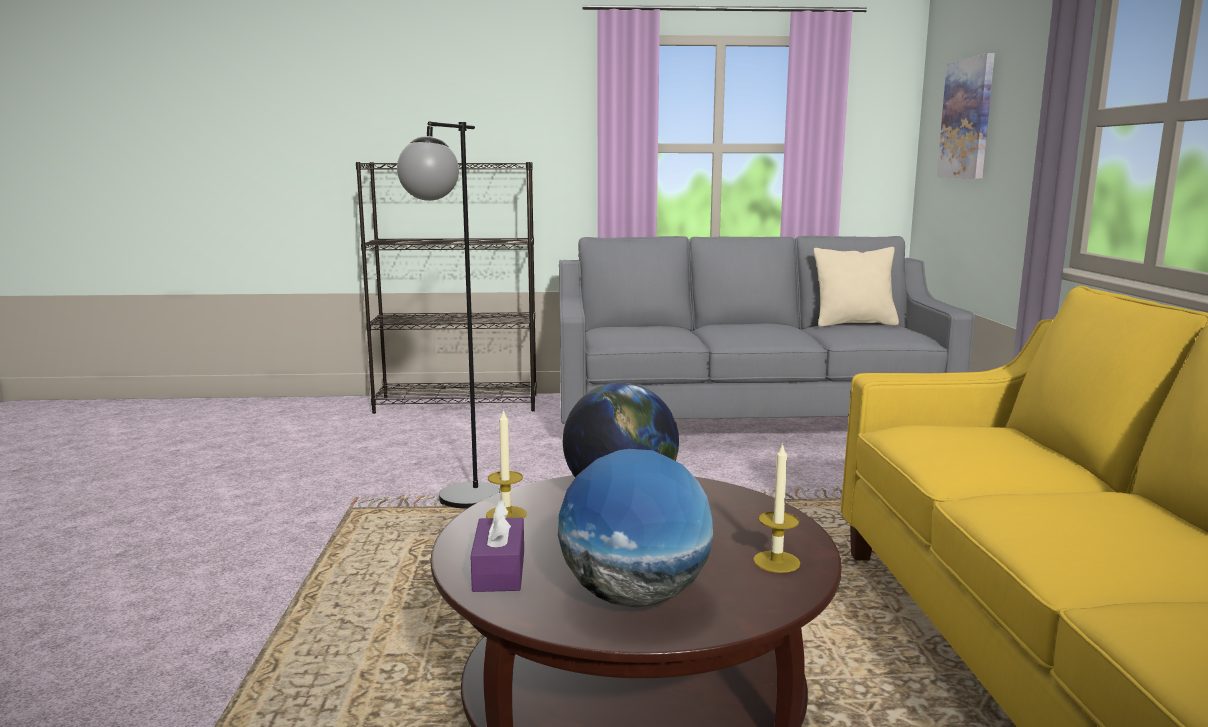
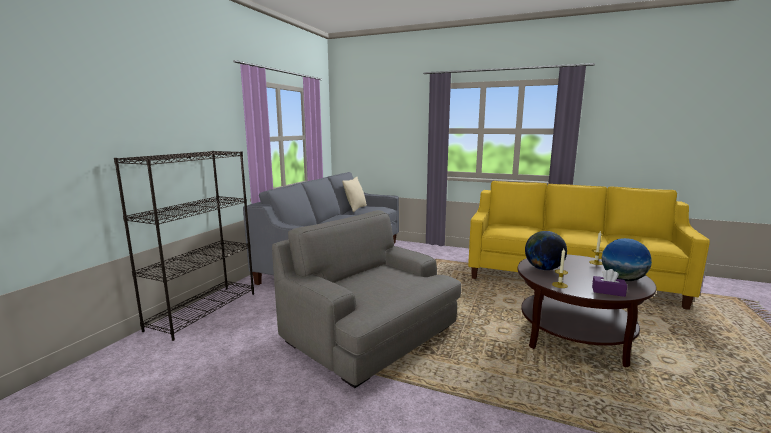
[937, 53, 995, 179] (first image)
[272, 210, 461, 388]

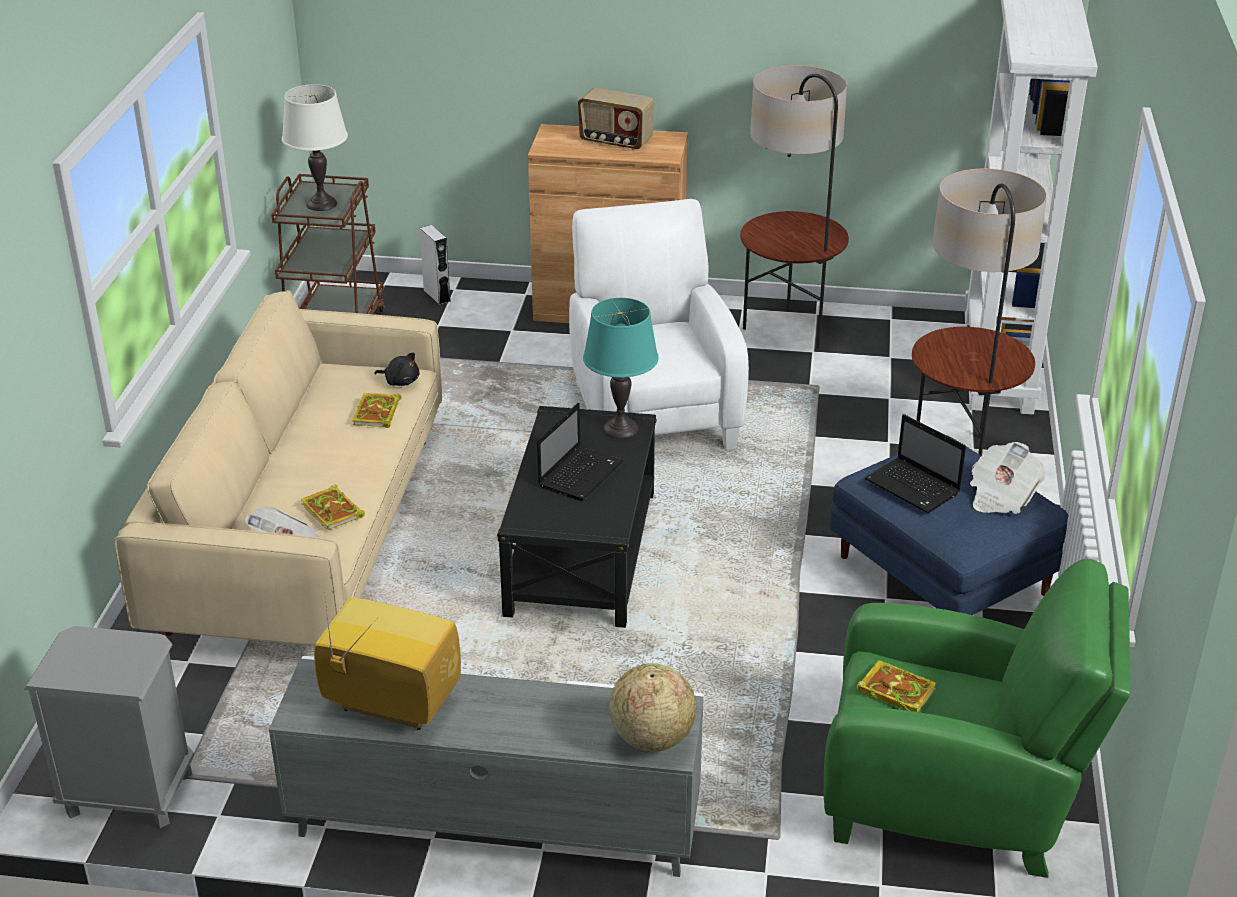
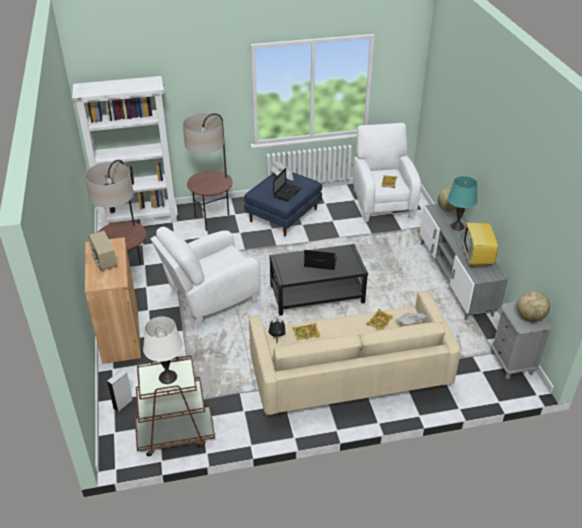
[517, 291, 550, 322]
[447, 176, 478, 231]
[353, 123, 421, 222]
[88, 231, 117, 271]

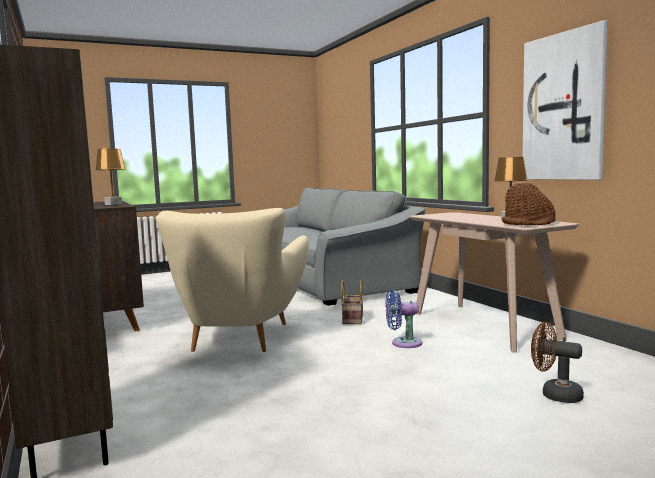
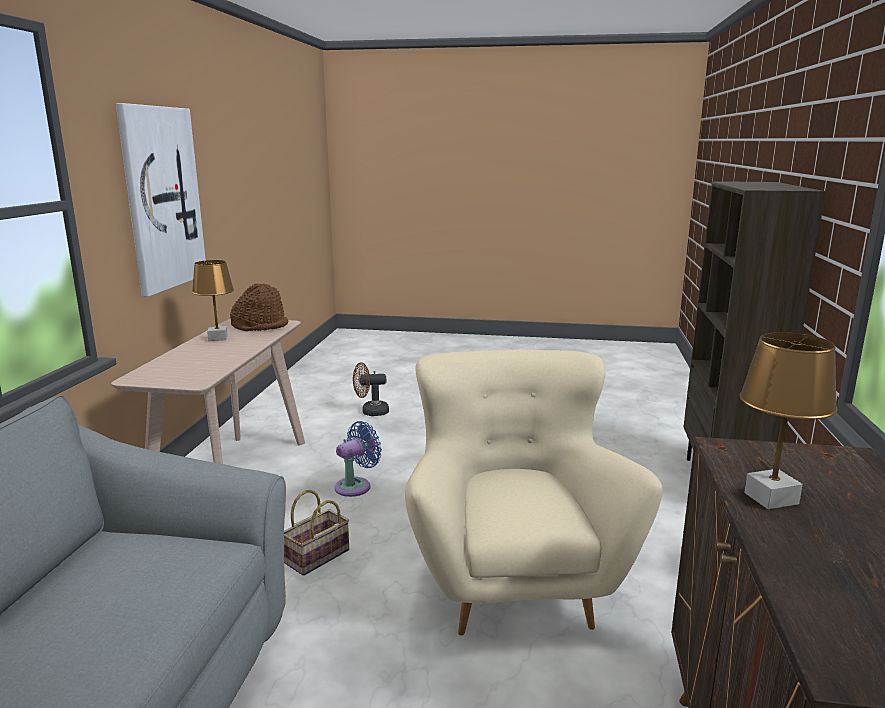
[405, 350, 663, 635]
[334, 421, 382, 497]
[353, 362, 389, 416]

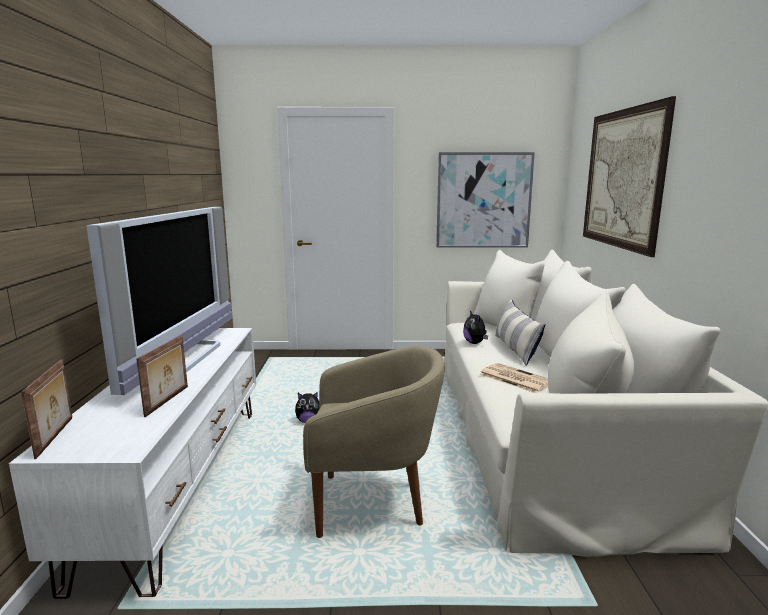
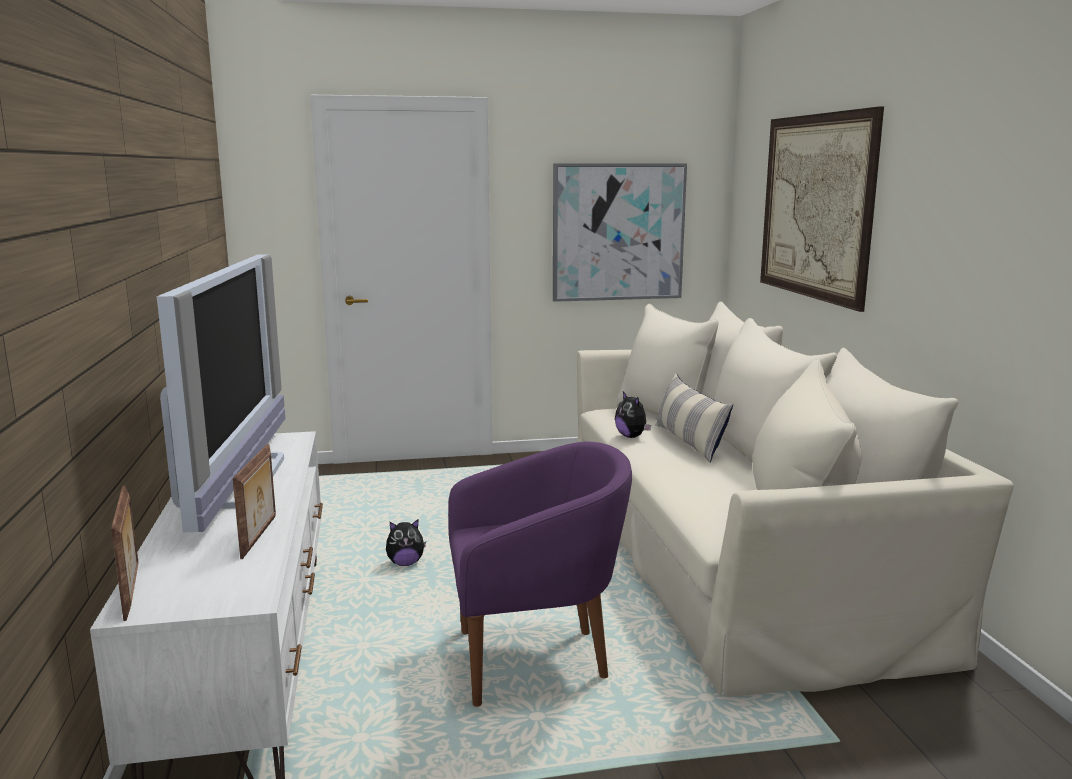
[479, 363, 548, 393] (first image)
[448, 442, 632, 707]

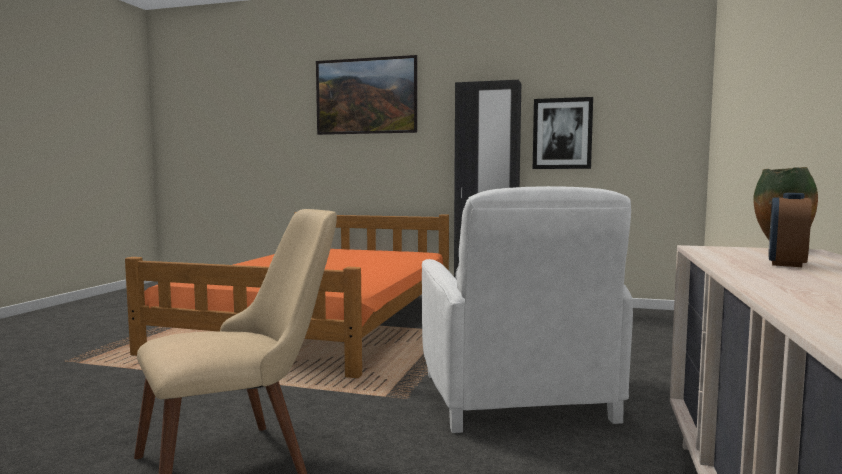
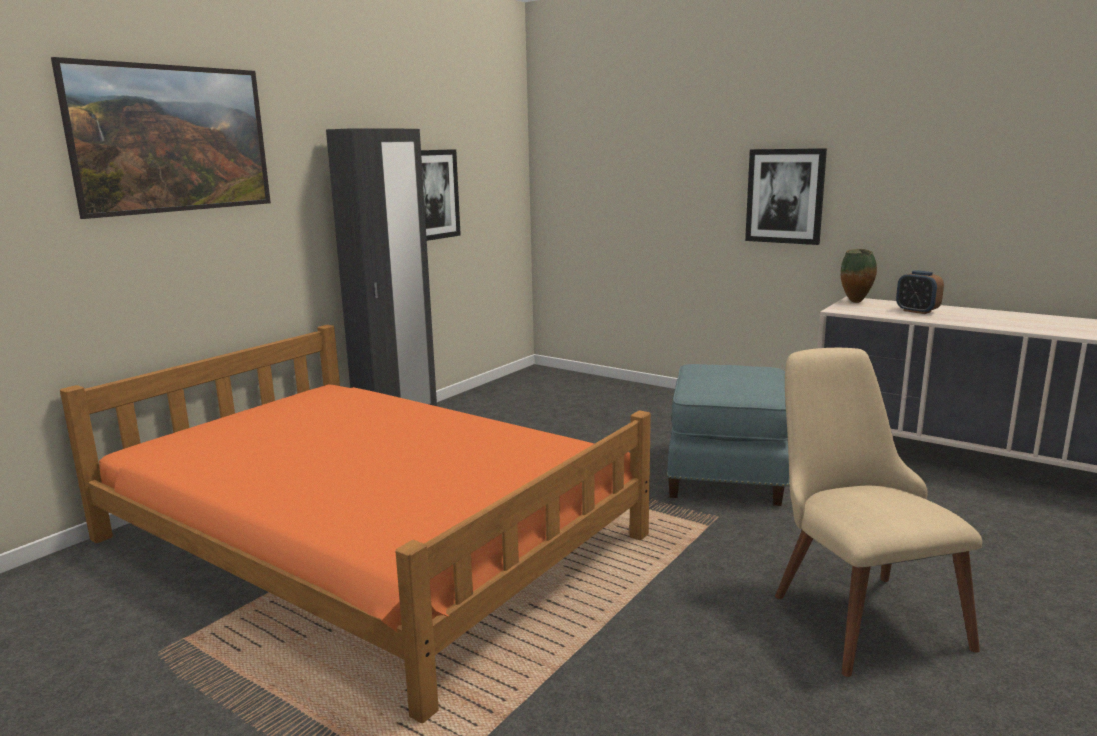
[745, 148, 827, 245]
[667, 364, 789, 506]

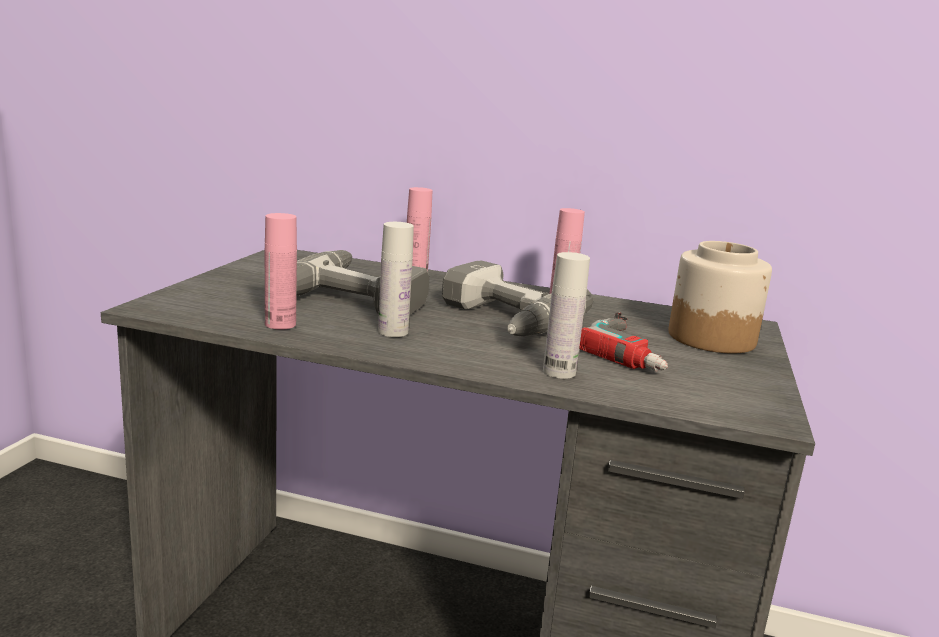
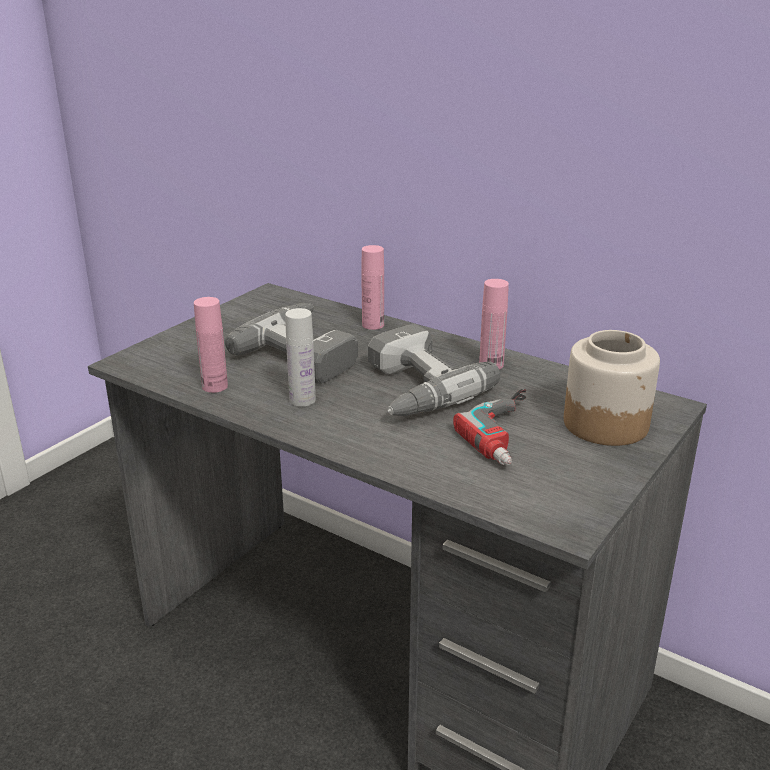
[543, 252, 590, 379] (first image)

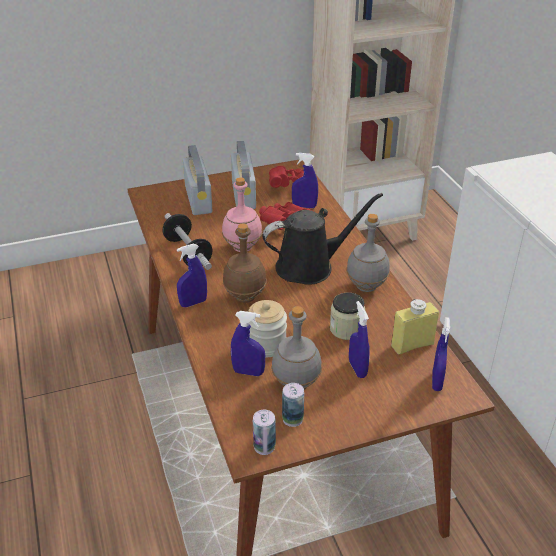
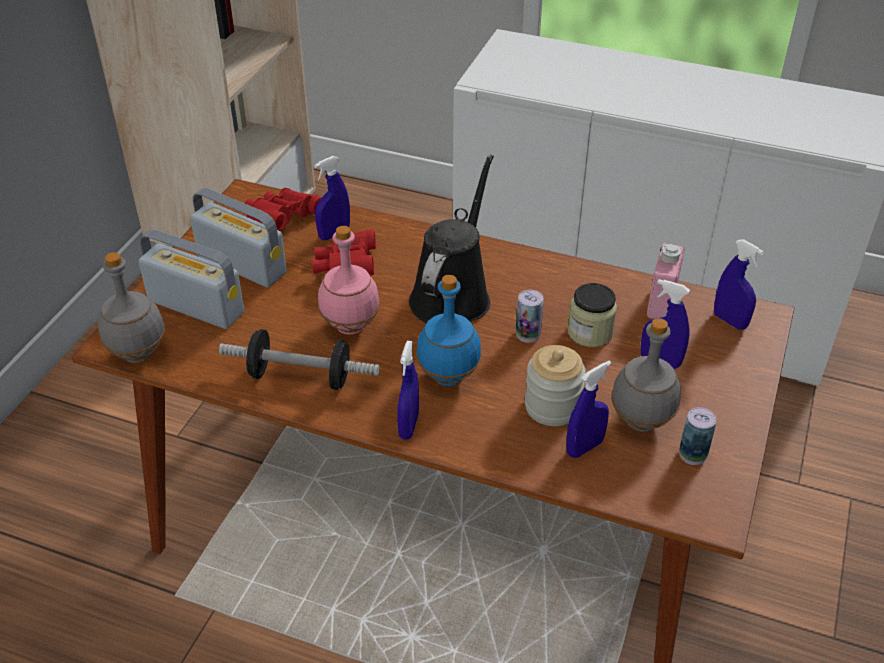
[516, 290, 544, 343]
[98, 252, 165, 363]
[416, 275, 481, 386]
[647, 243, 684, 319]

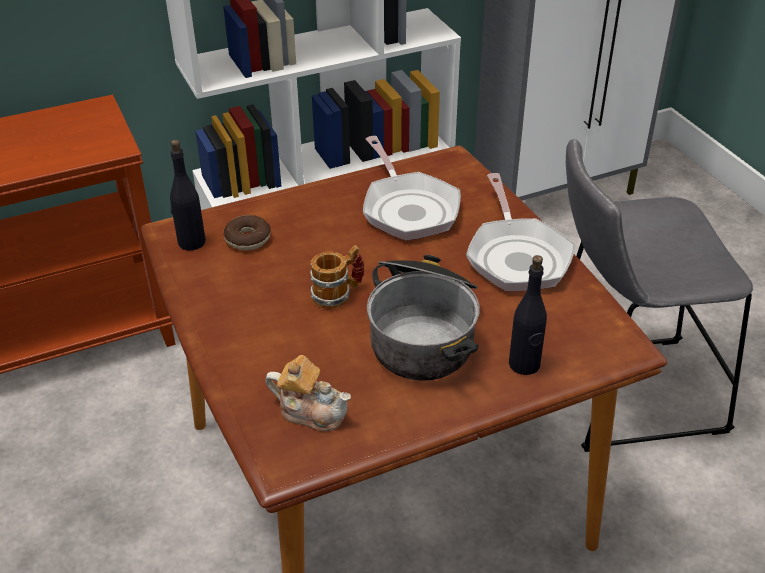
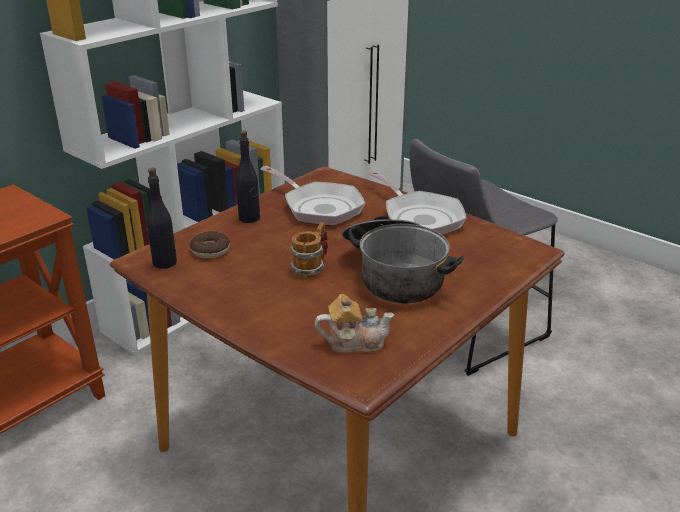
[236, 130, 260, 223]

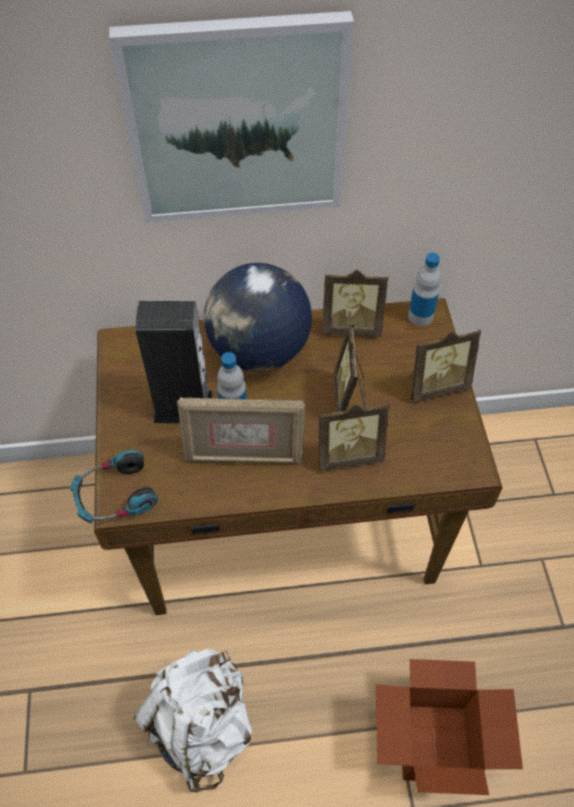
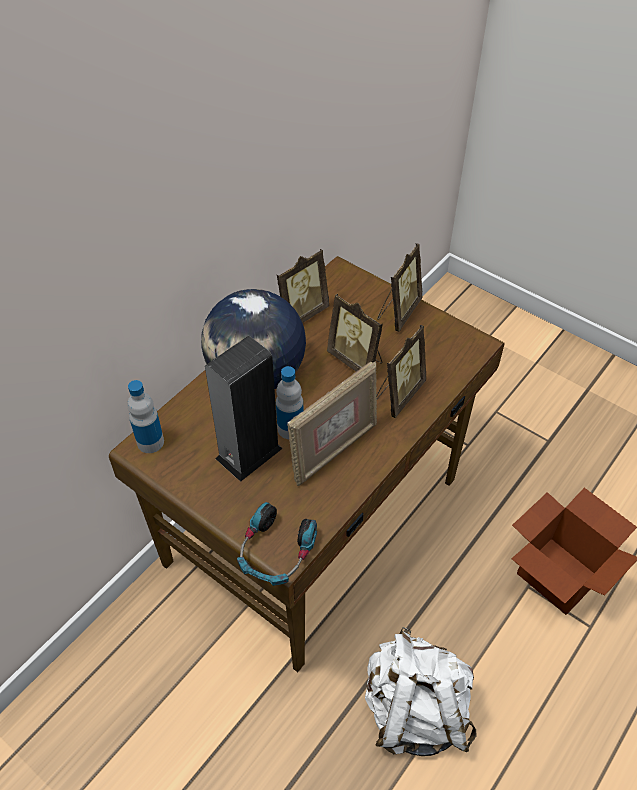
[109, 11, 354, 223] (first image)
[128, 380, 164, 453]

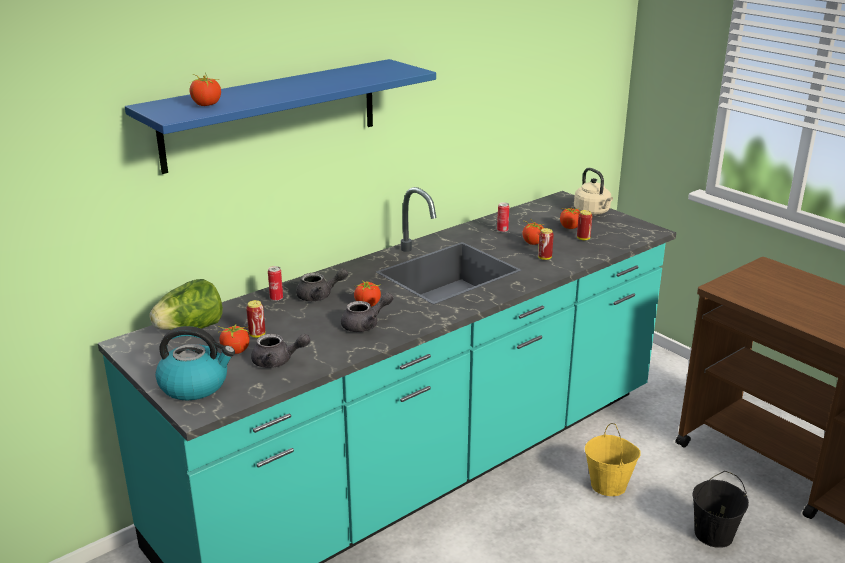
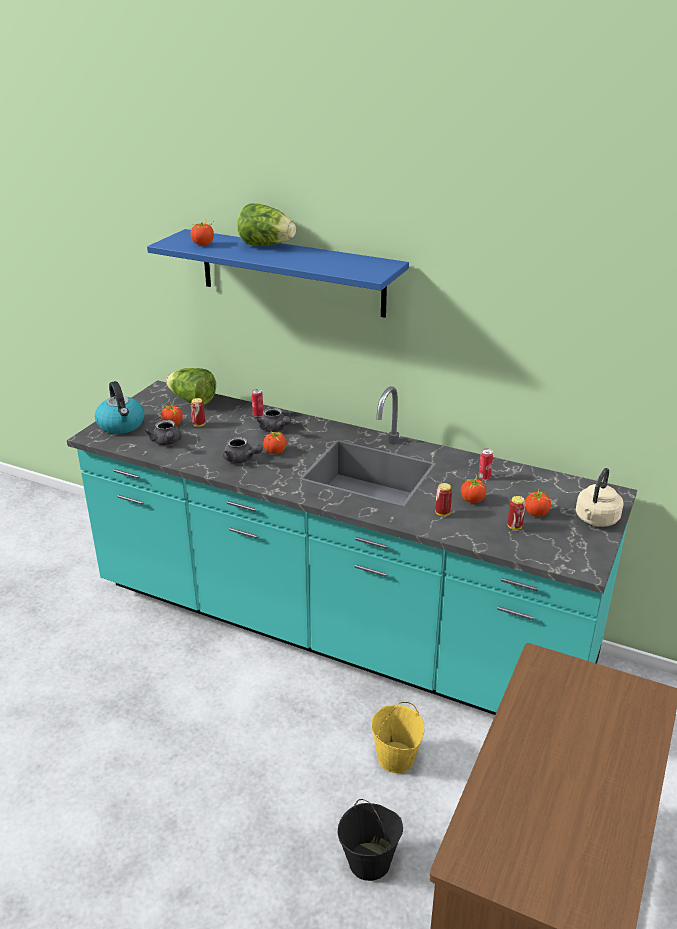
[237, 203, 296, 246]

